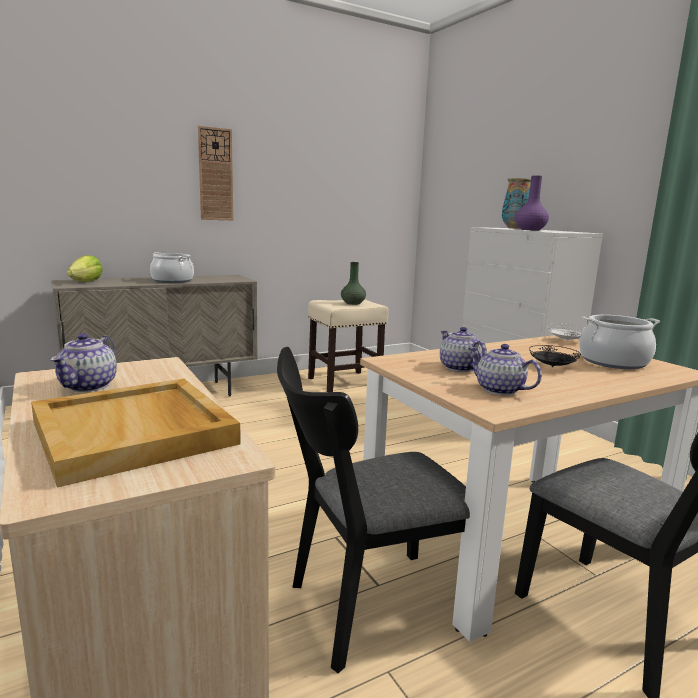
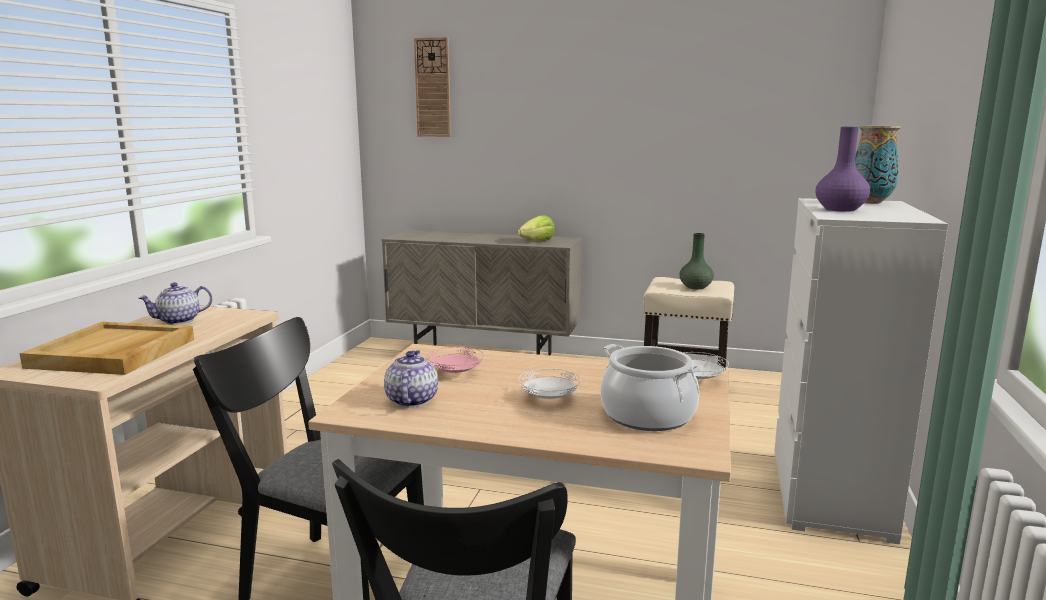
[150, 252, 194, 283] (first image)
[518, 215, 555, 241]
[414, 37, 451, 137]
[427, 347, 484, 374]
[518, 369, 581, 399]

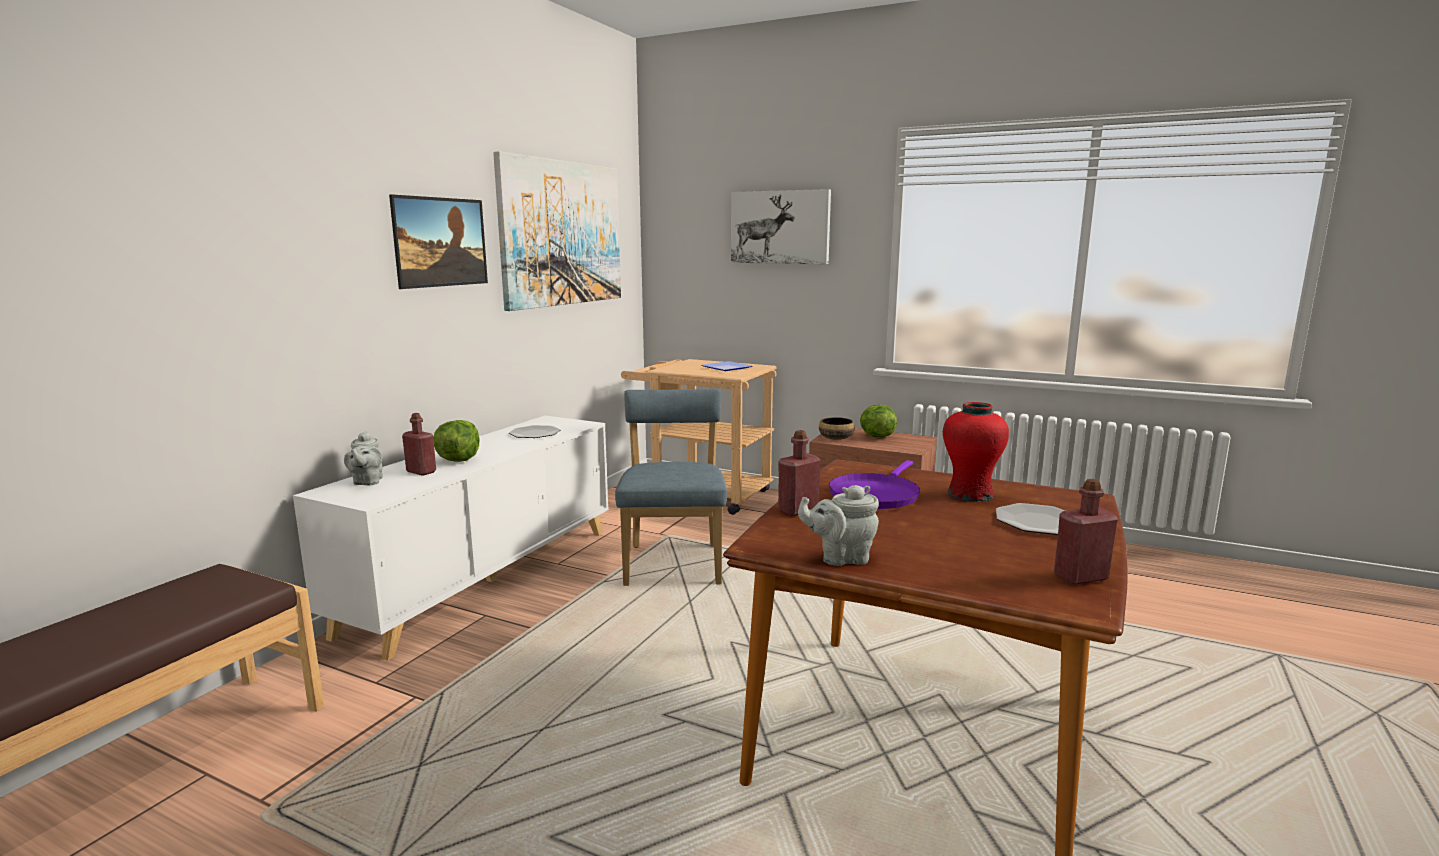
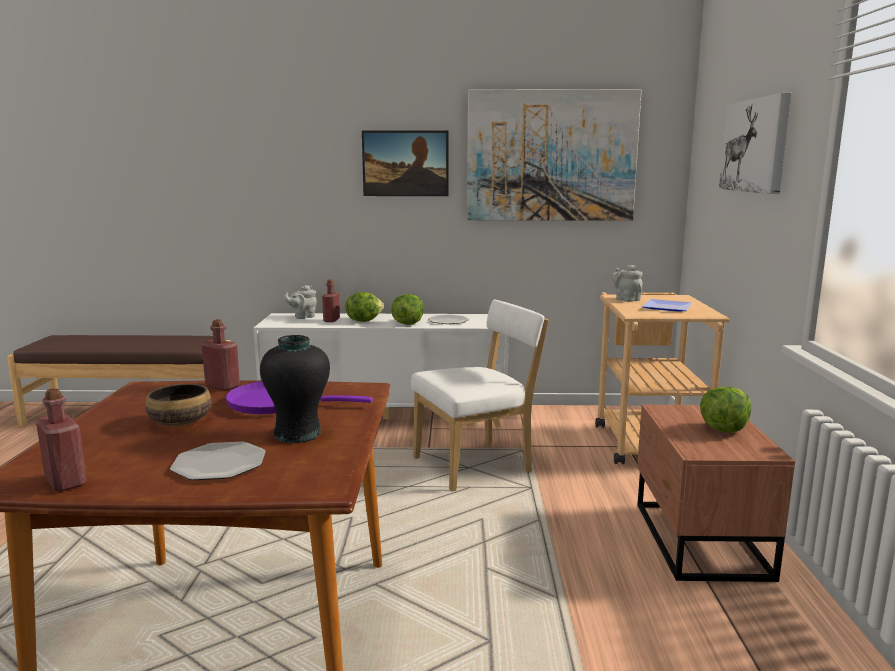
[391, 294, 424, 325]
[612, 265, 643, 302]
[145, 384, 212, 426]
[411, 300, 549, 491]
[260, 335, 330, 443]

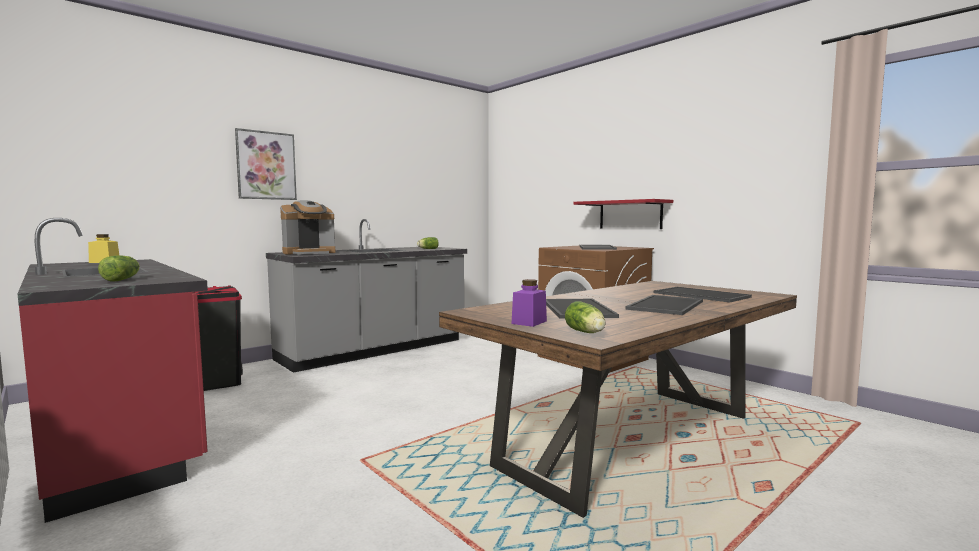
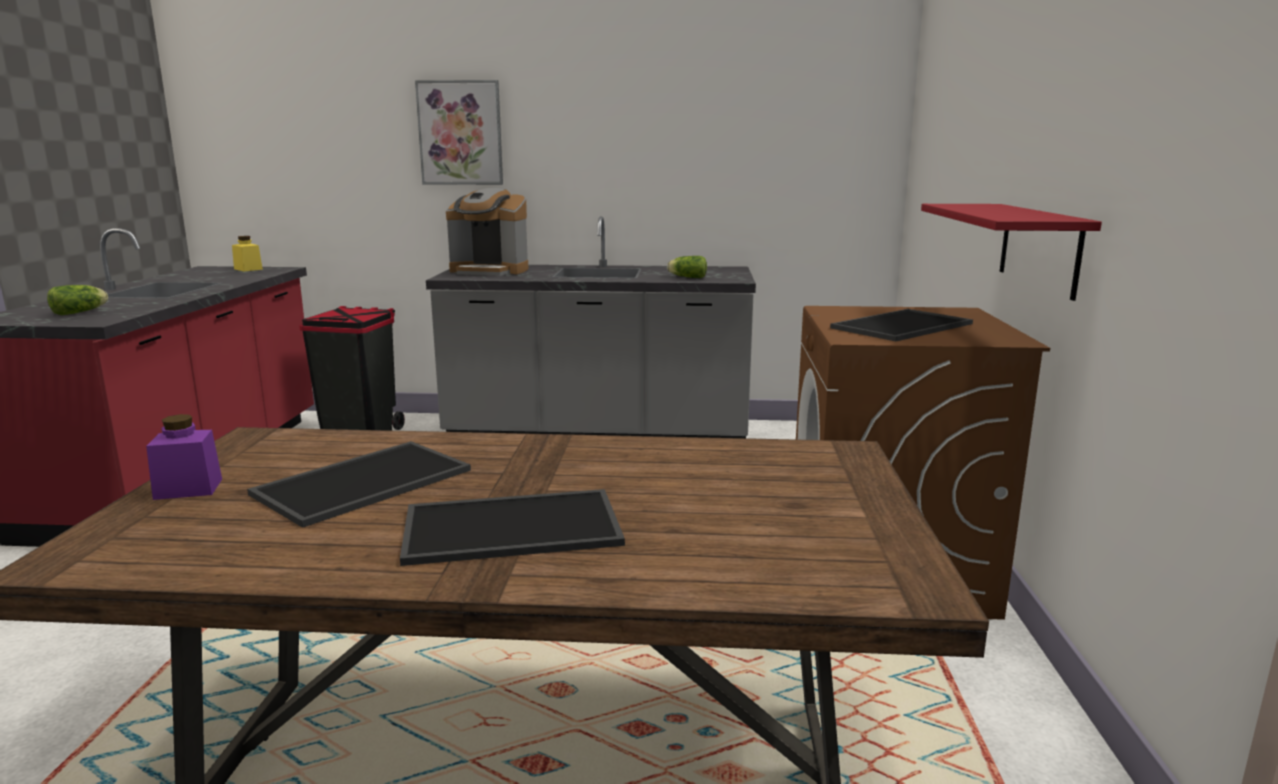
[565, 301, 606, 333] (first image)
[654, 287, 752, 302] (first image)

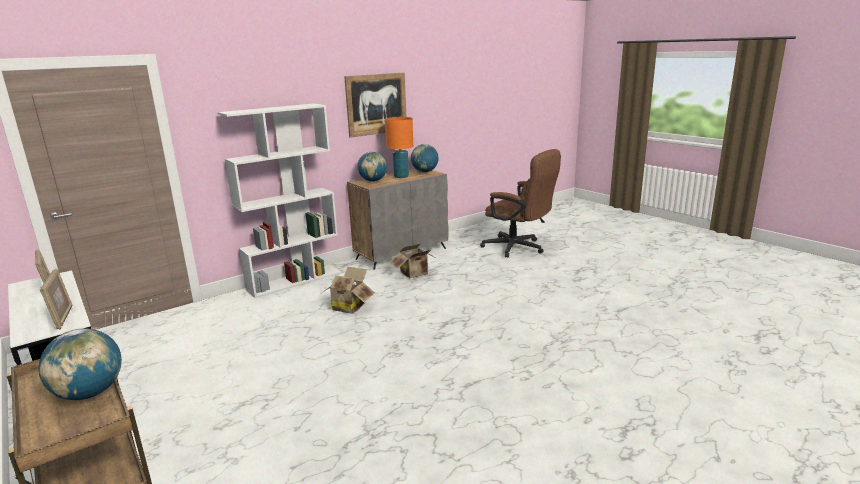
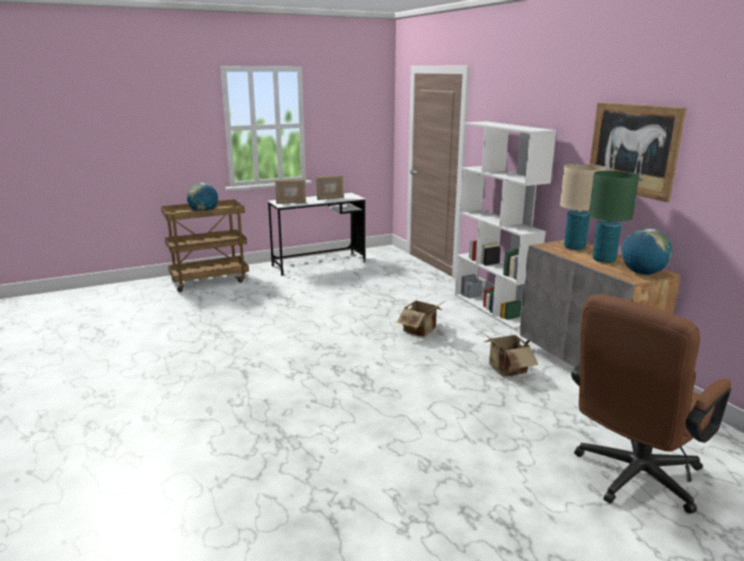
[560, 164, 606, 250]
[589, 171, 639, 263]

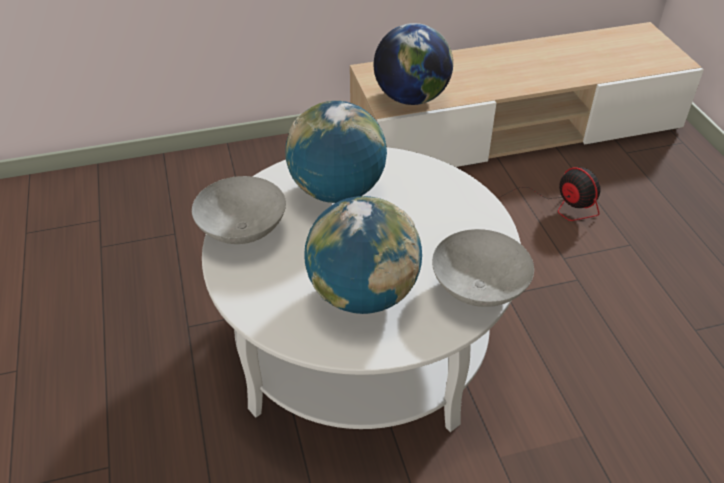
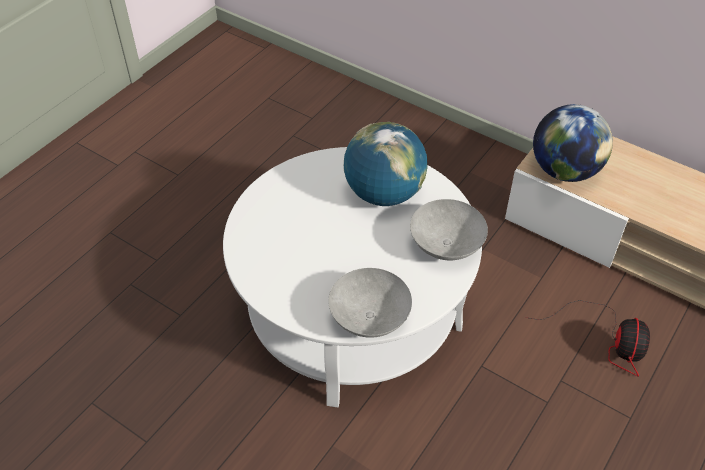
[304, 196, 422, 314] (first image)
[410, 199, 488, 260]

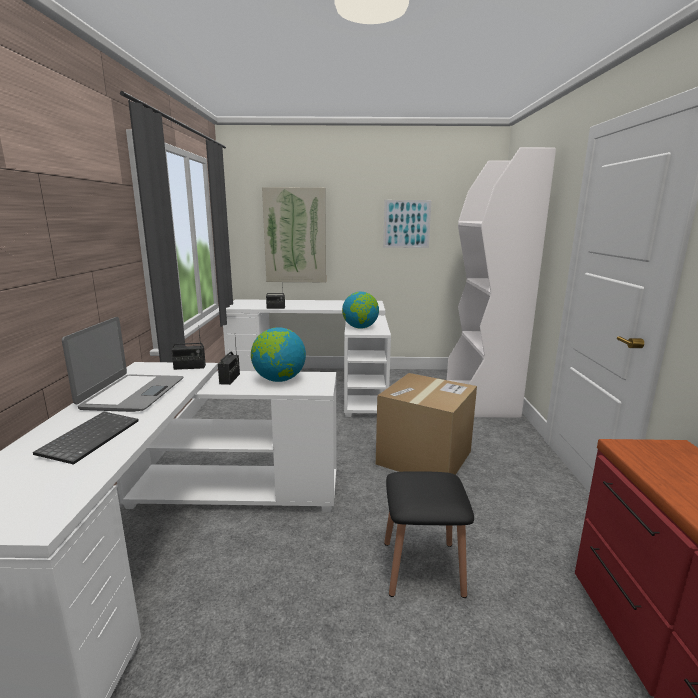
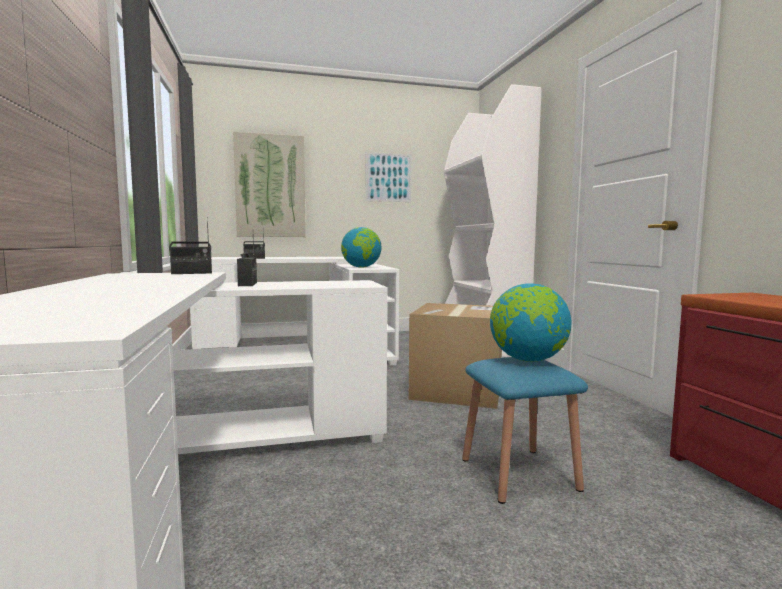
[33, 412, 139, 465] (first image)
[62, 317, 183, 412] (first image)
[490, 283, 572, 362]
[462, 357, 588, 504]

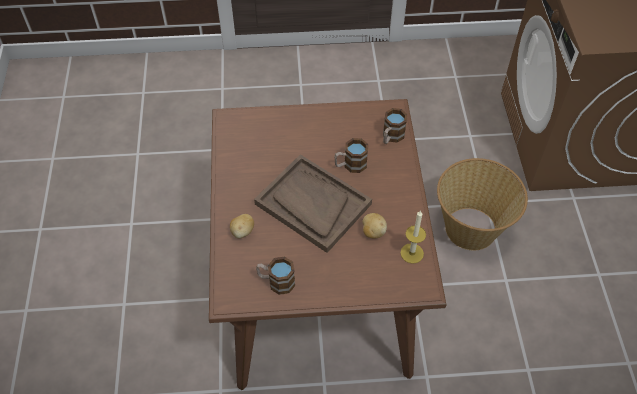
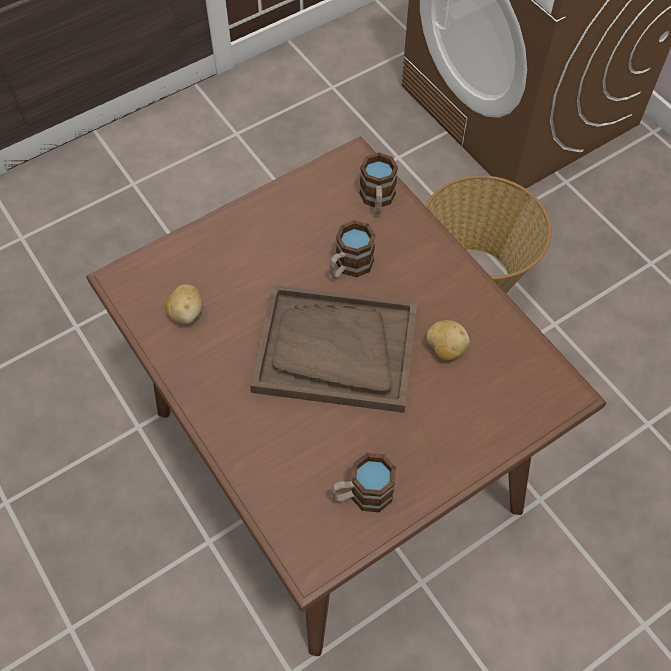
[400, 210, 426, 264] (first image)
[165, 284, 203, 325]

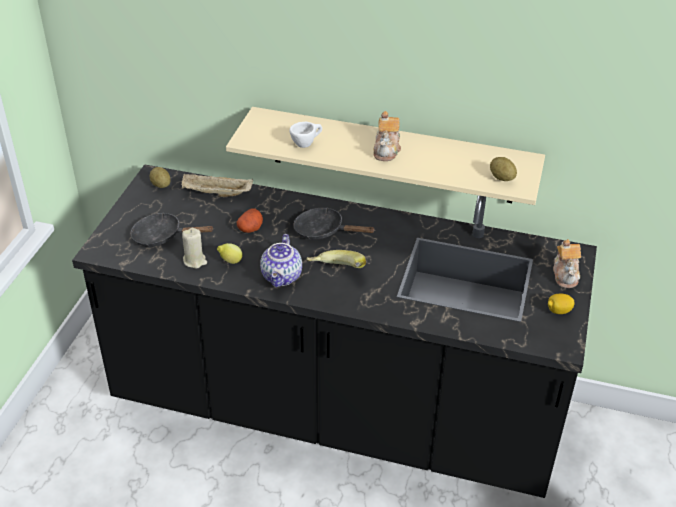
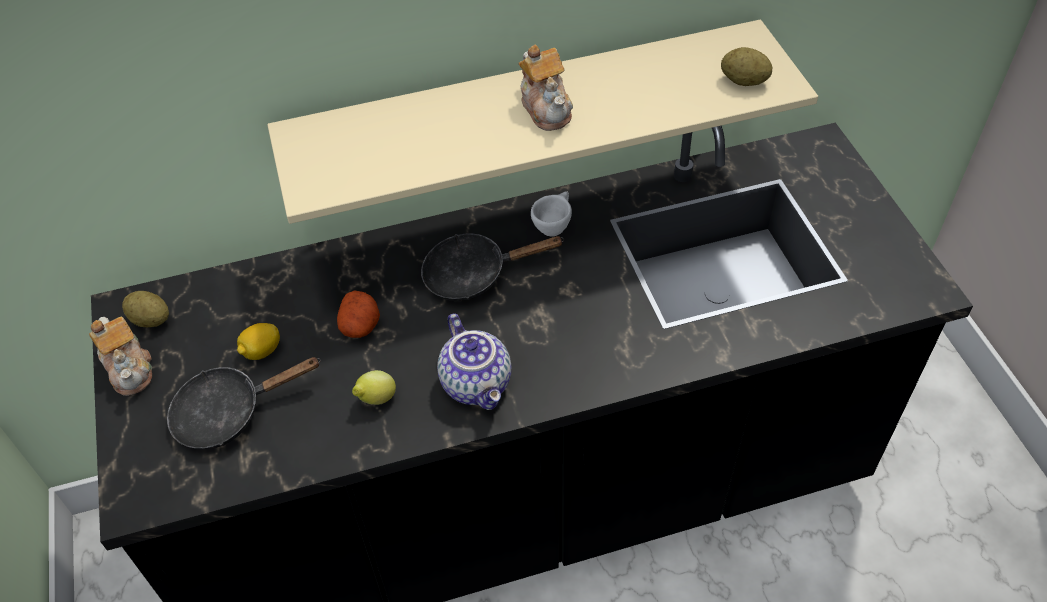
[182, 173, 253, 197] (first image)
[182, 228, 207, 269] (first image)
[306, 250, 366, 268] (first image)
[531, 191, 572, 237]
[237, 323, 280, 360]
[89, 316, 152, 396]

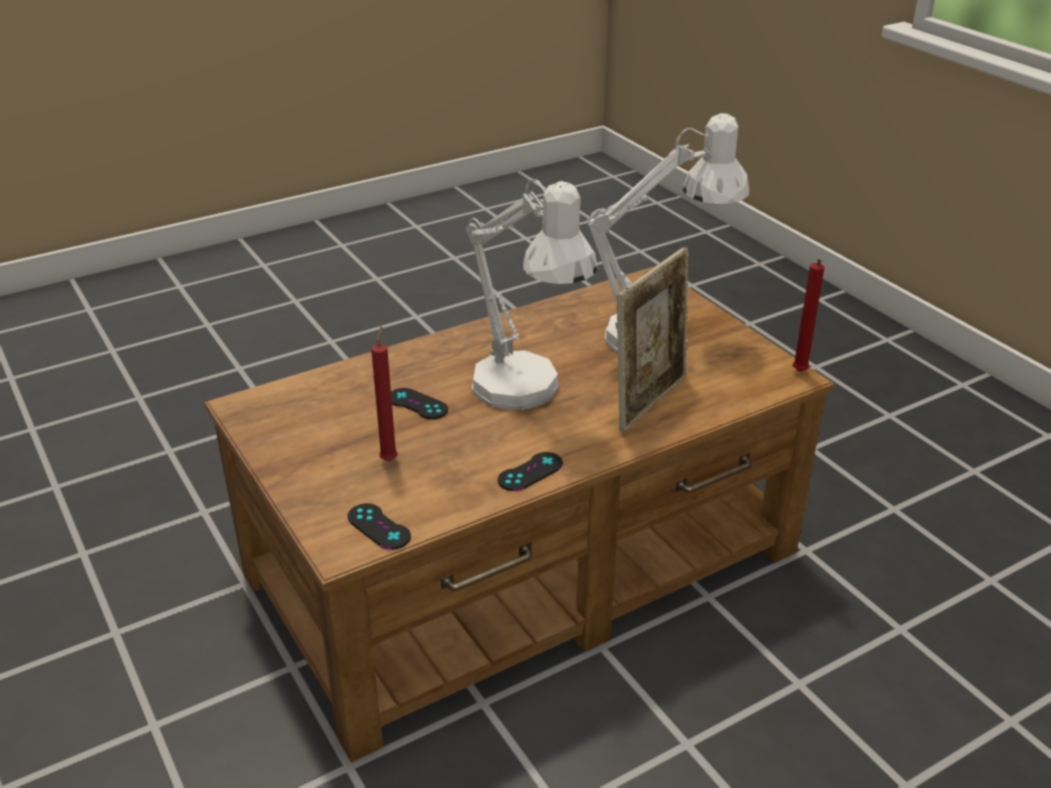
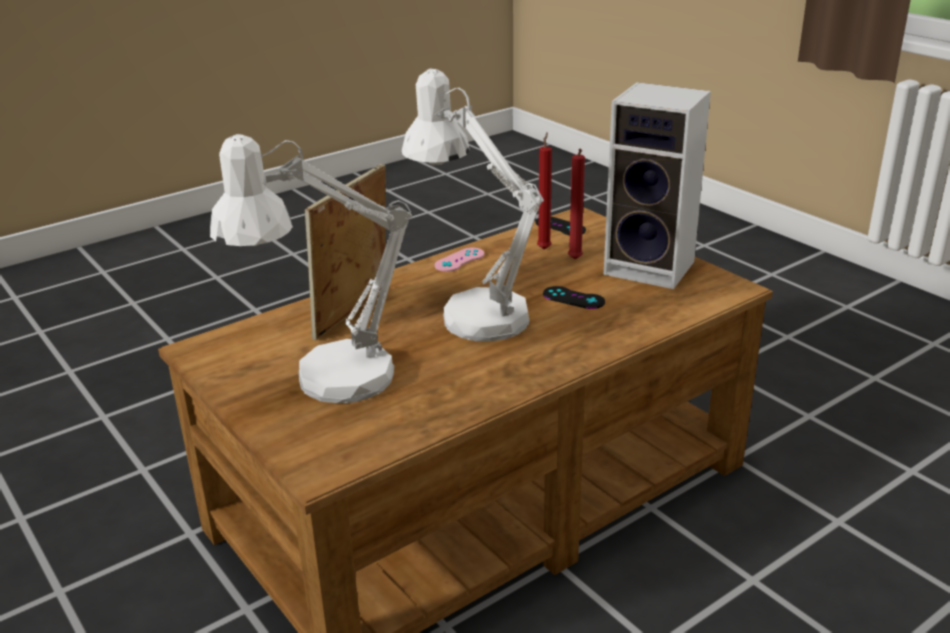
[604, 82, 711, 289]
[537, 132, 552, 249]
[434, 247, 484, 272]

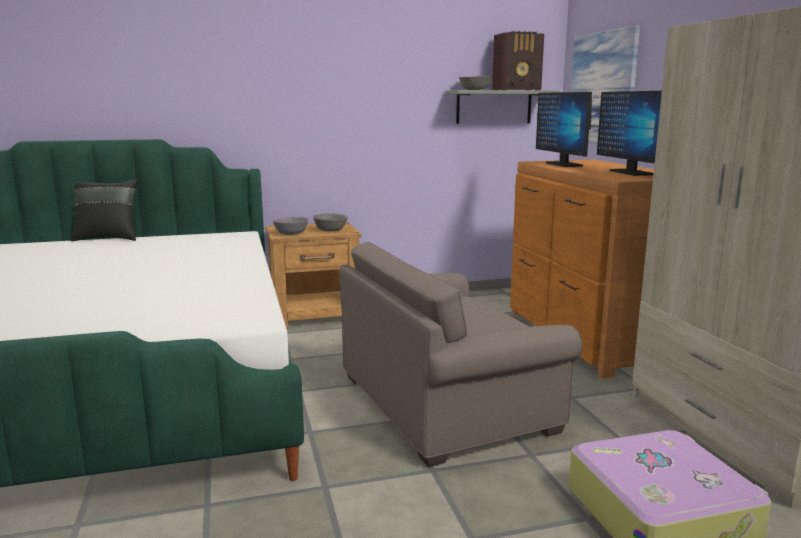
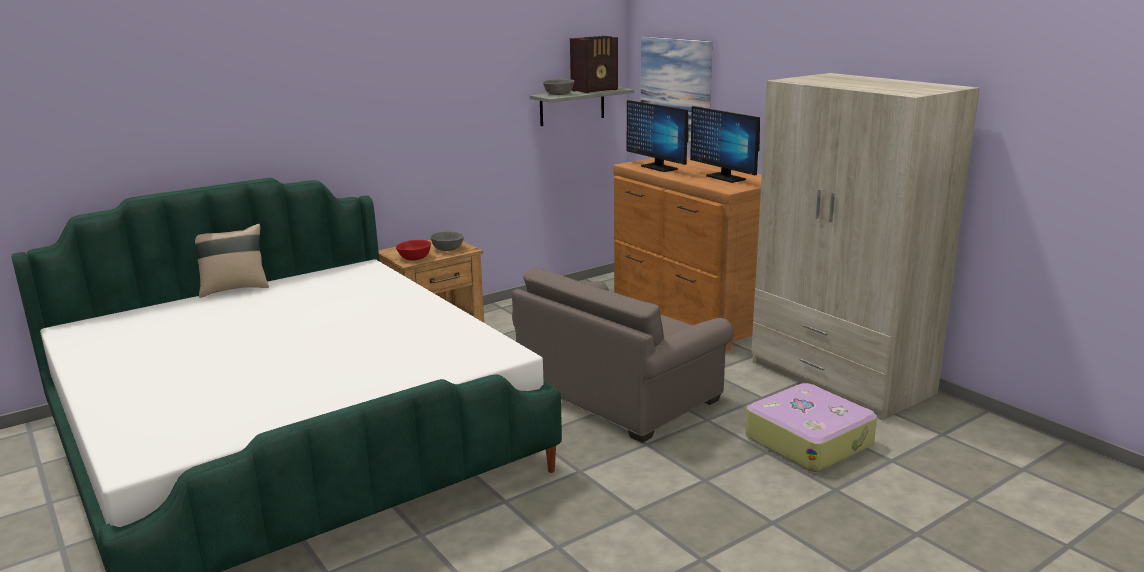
[195, 224, 269, 298]
[396, 240, 431, 261]

